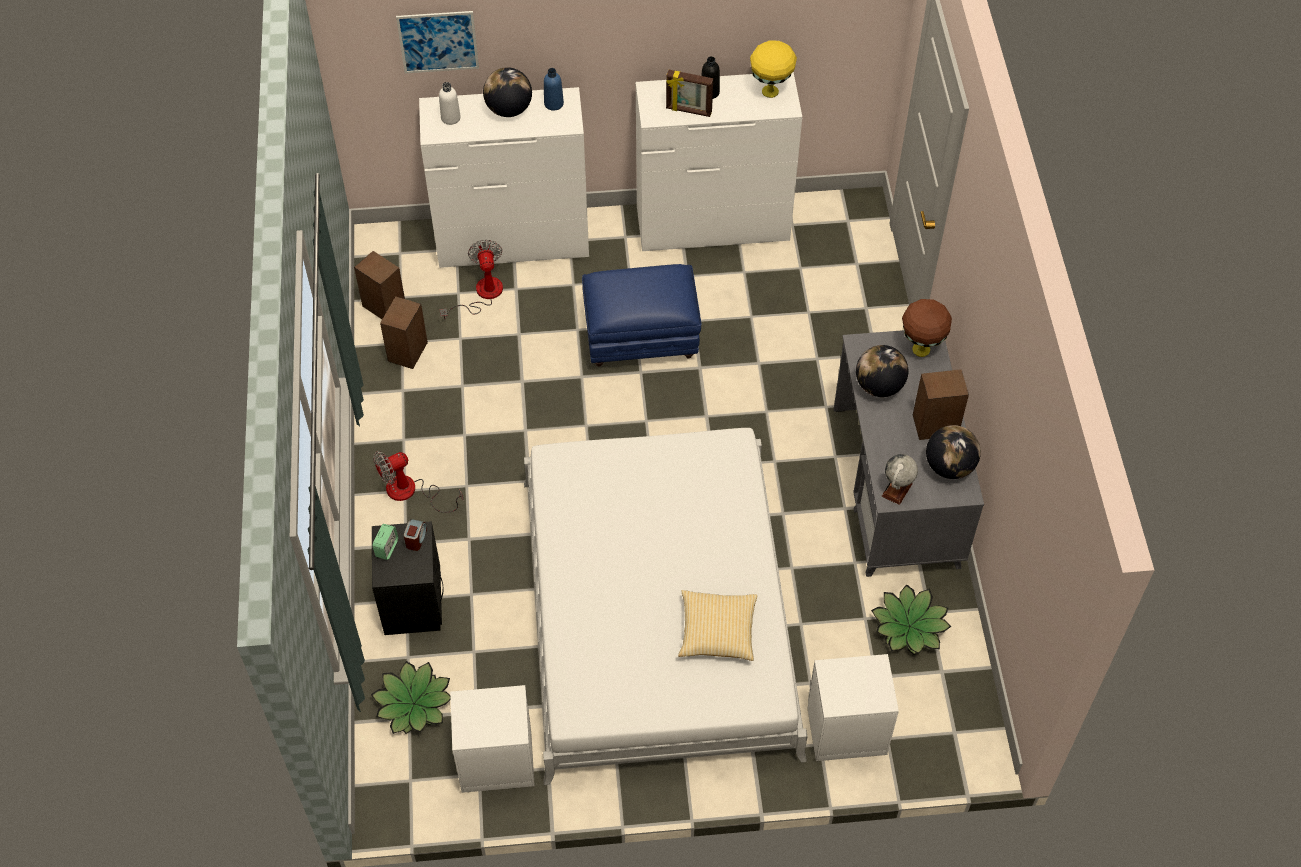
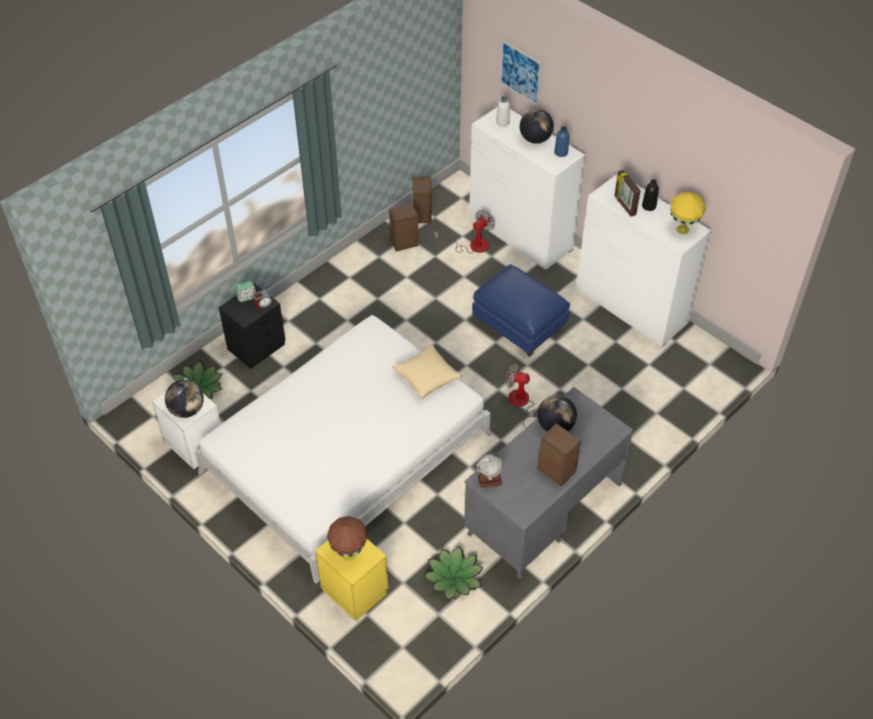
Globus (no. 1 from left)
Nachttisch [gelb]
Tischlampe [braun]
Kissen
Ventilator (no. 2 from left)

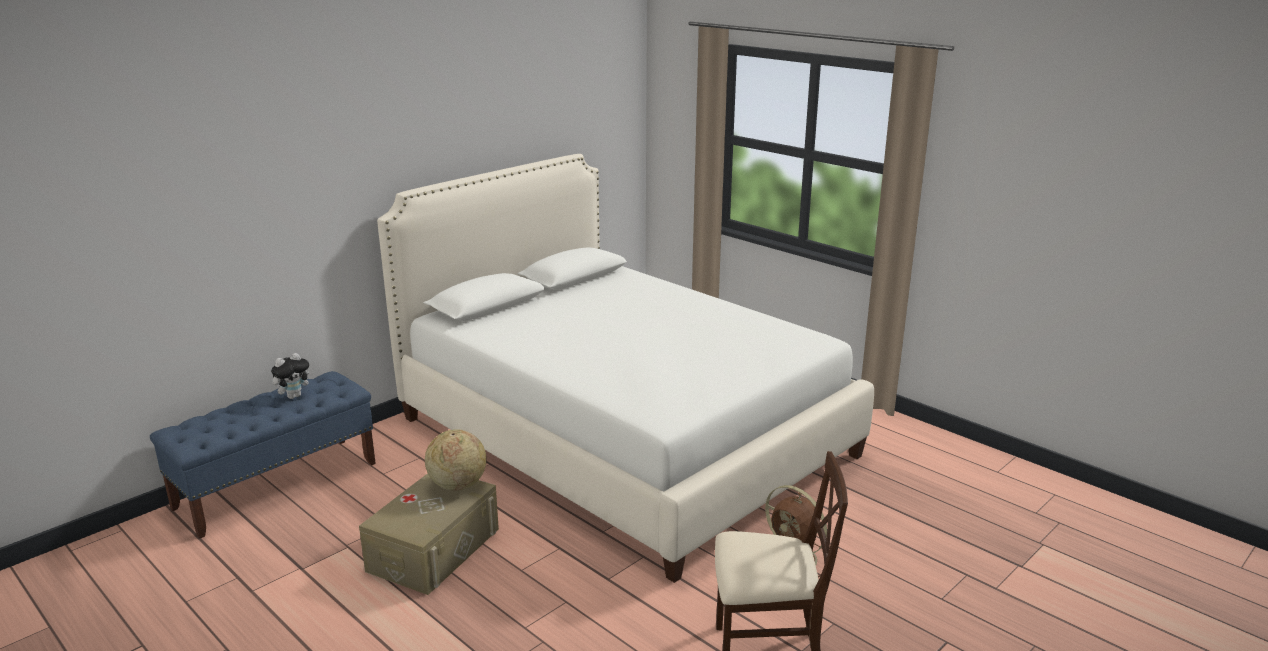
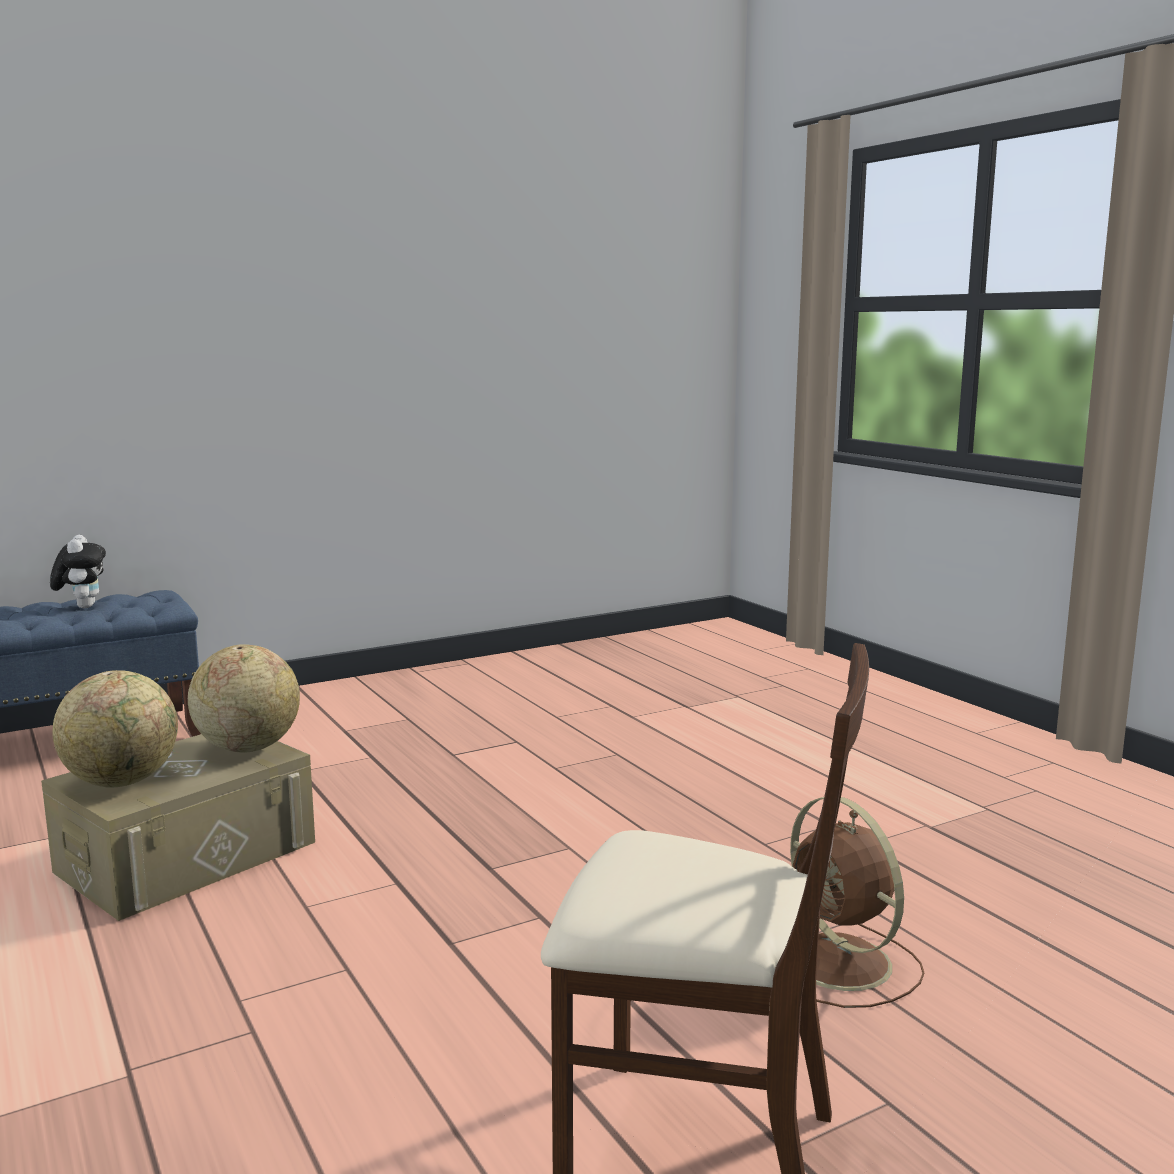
Plüschtier
Globus (no. 1 from left)
Bett [weiß]

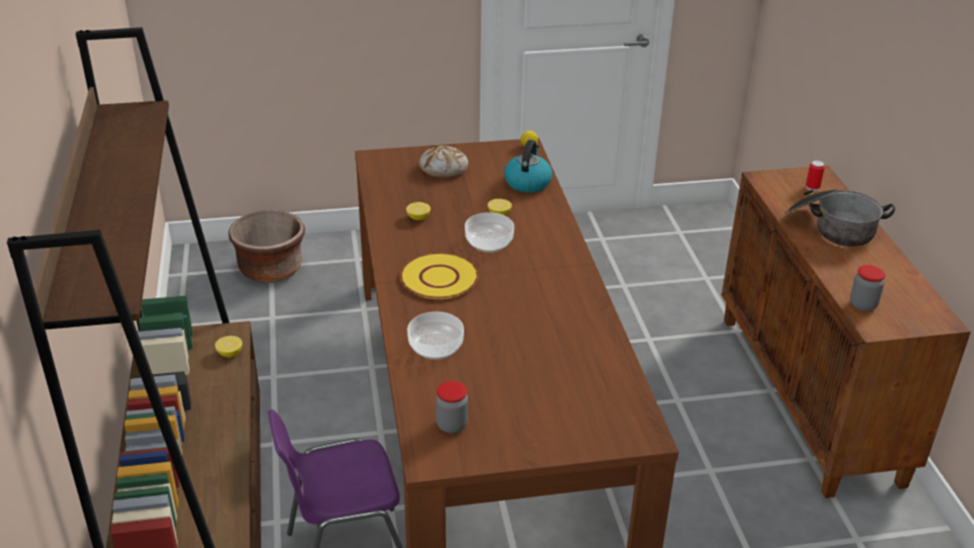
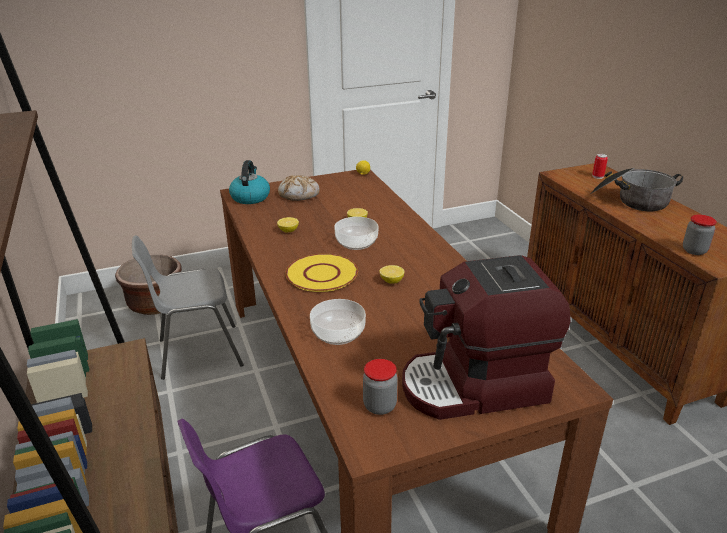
Stuhl [grau]
Wasserkessel
Zitrone (no. 4 from left)
Kaffeemaschine

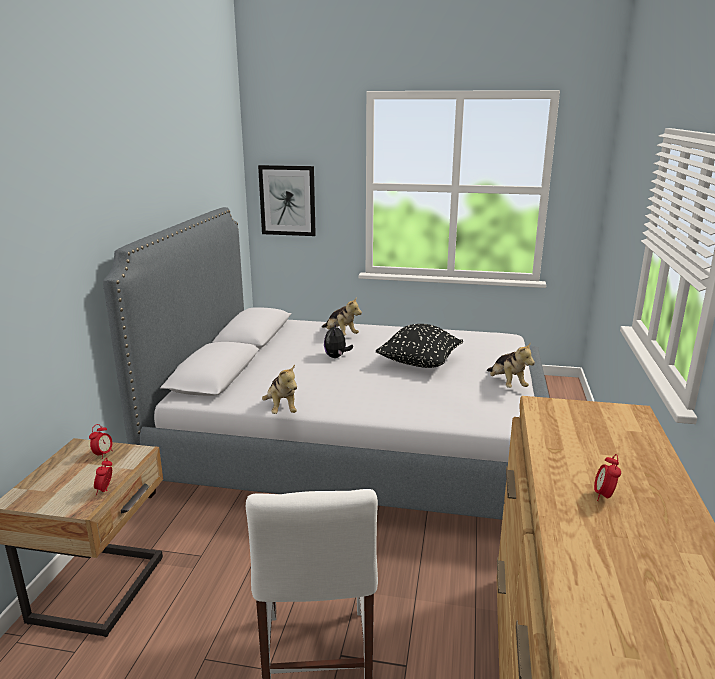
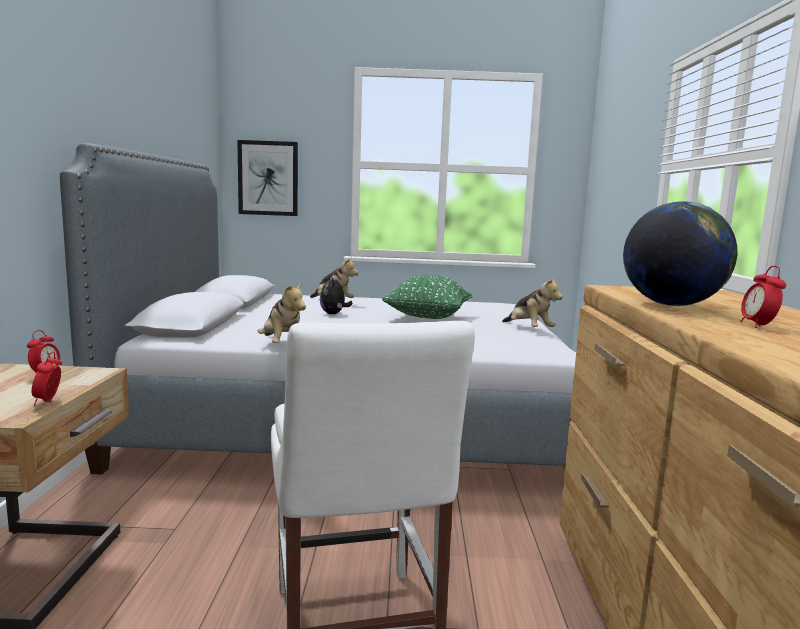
Kissen [grün]
Globus

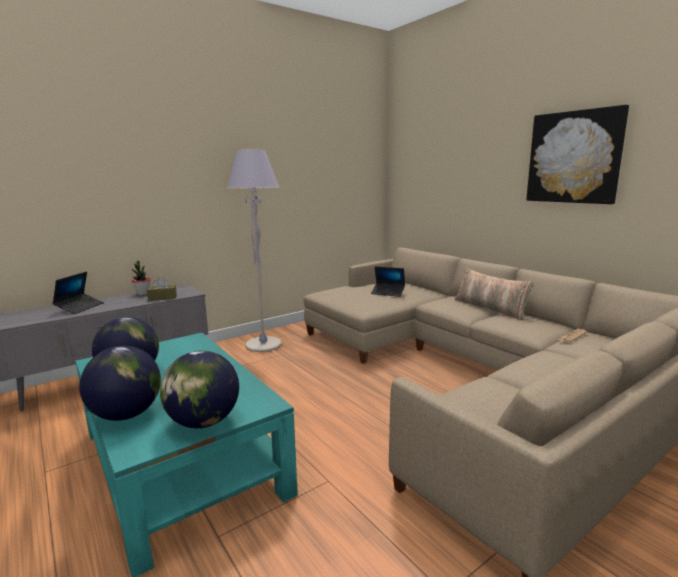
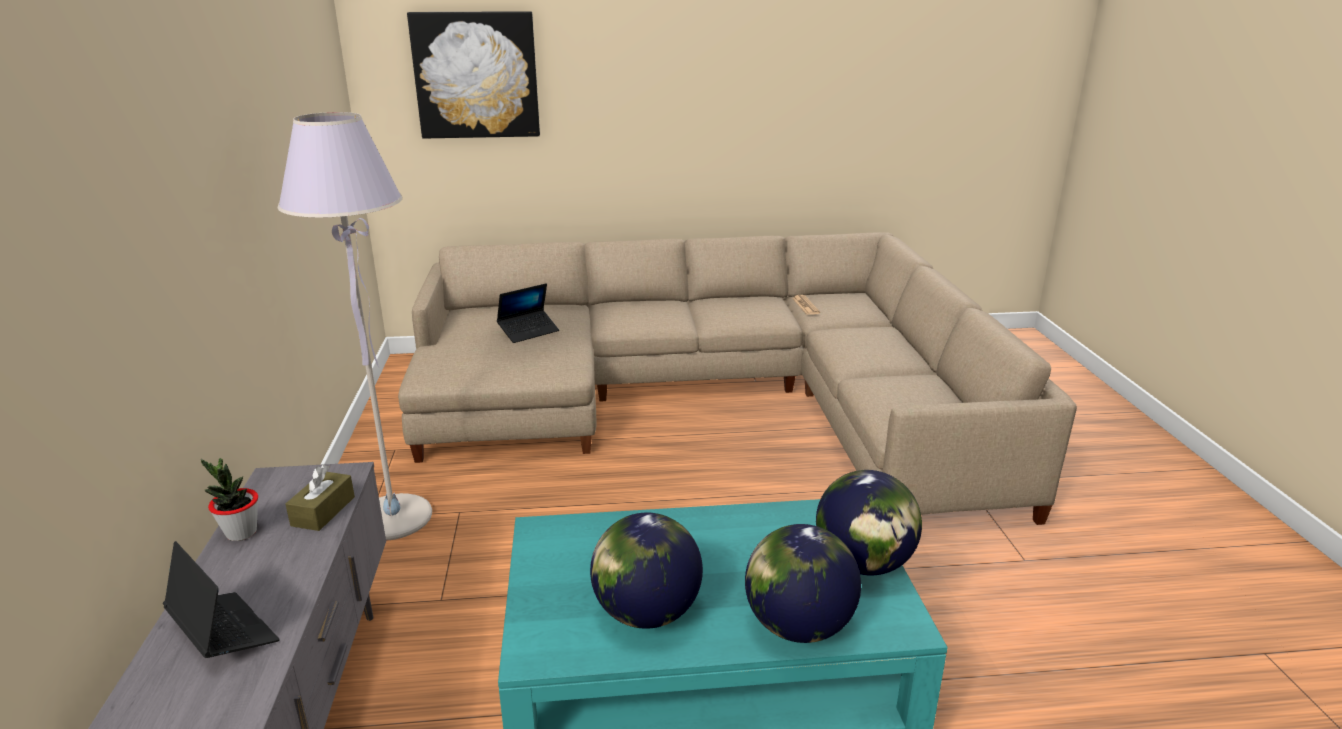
Bild
Kissen

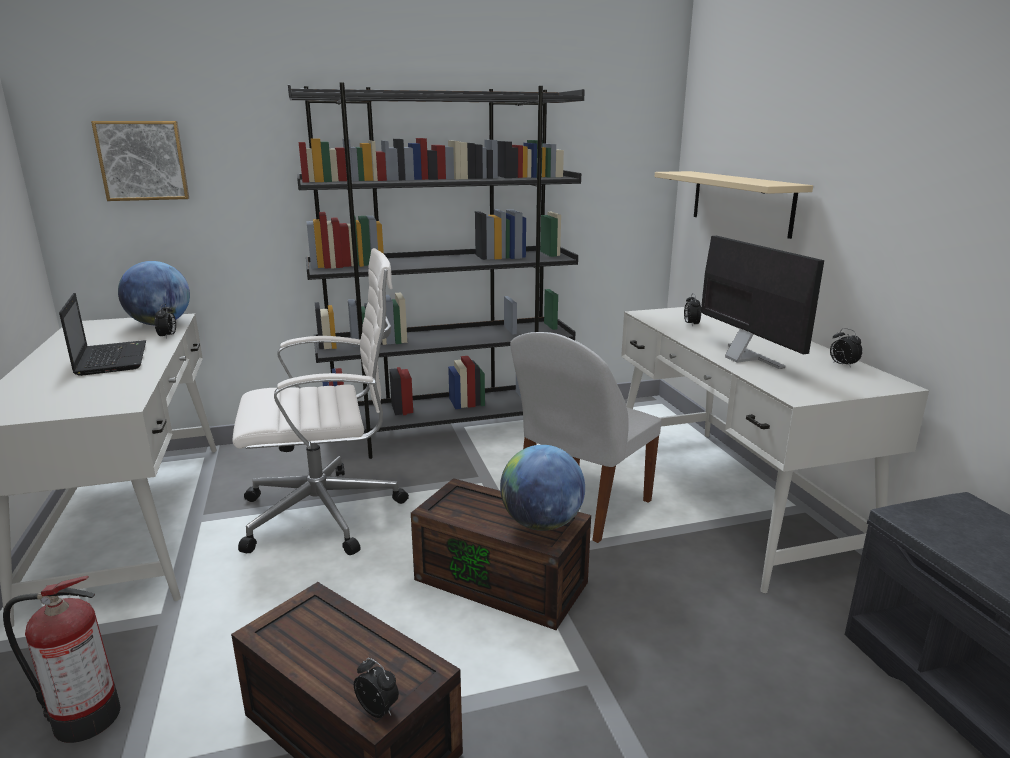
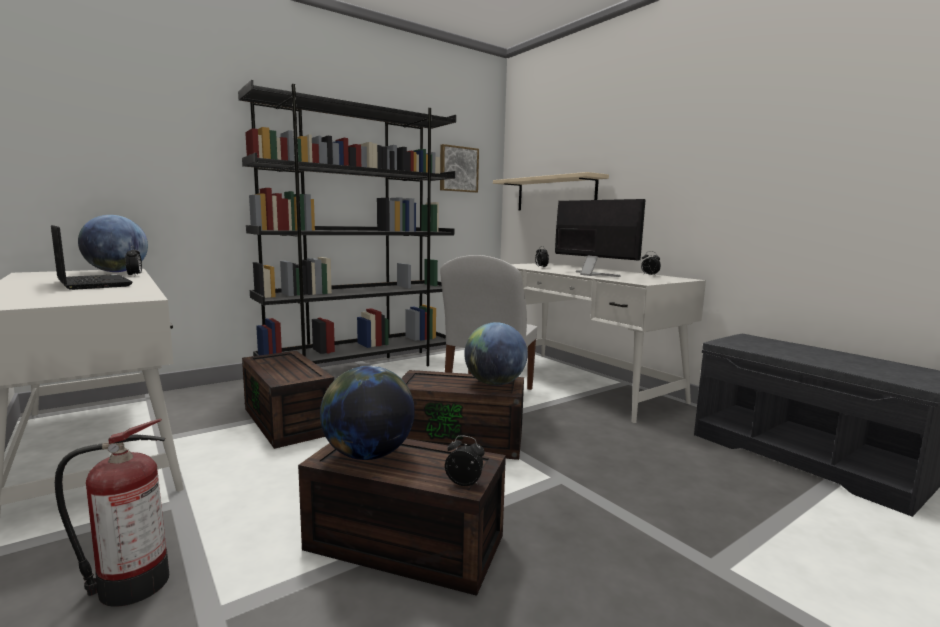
Aufbewahrungsbox [braun] (no. 1 from left)
Globus (no. 2 from left)
Bild

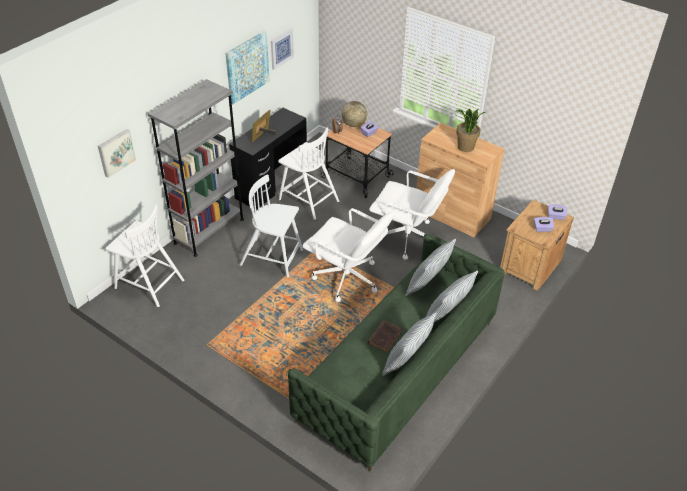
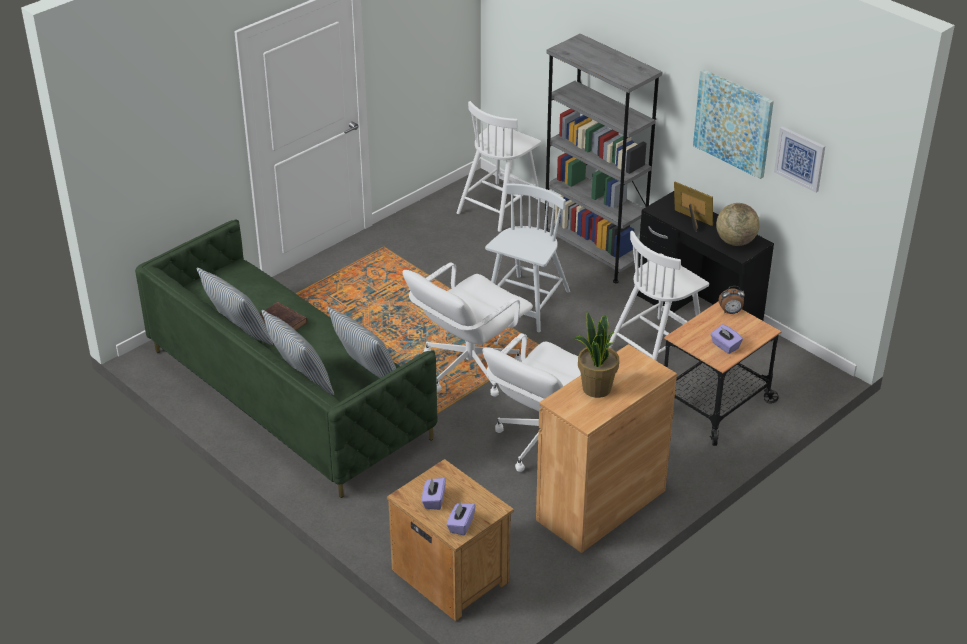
Globus
Bild (no. 1 from left in the first image)

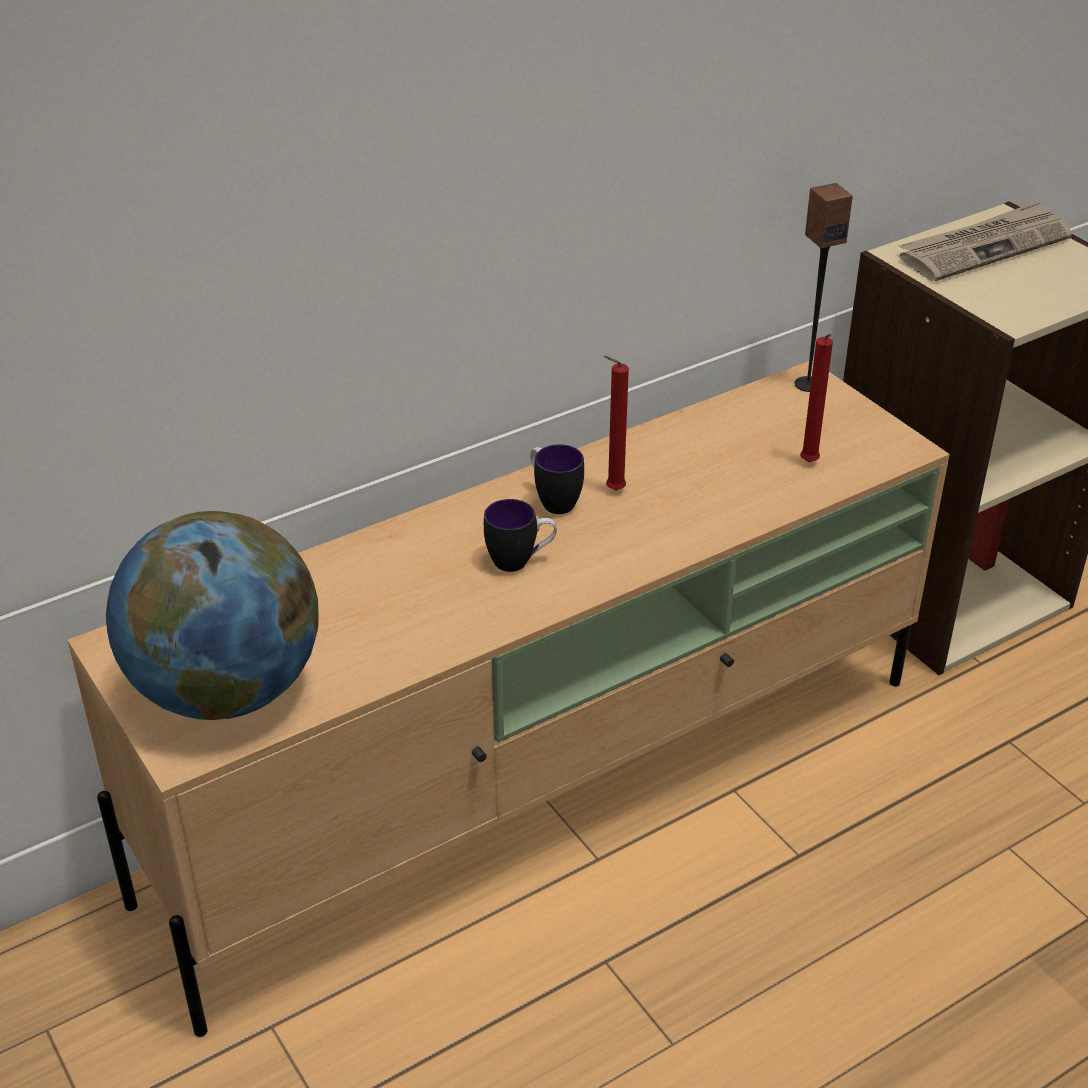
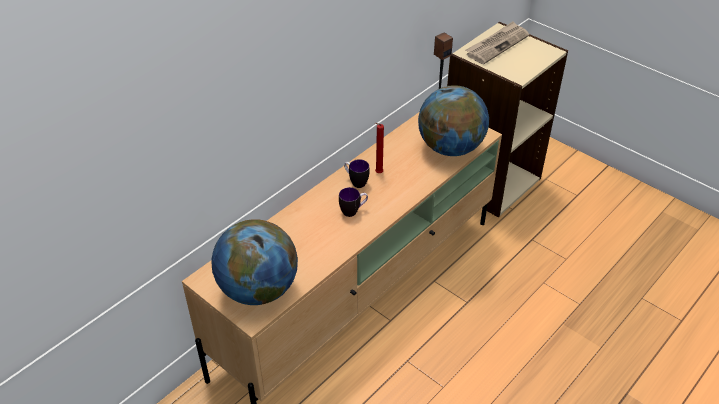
Globus (no. 2 from left)

